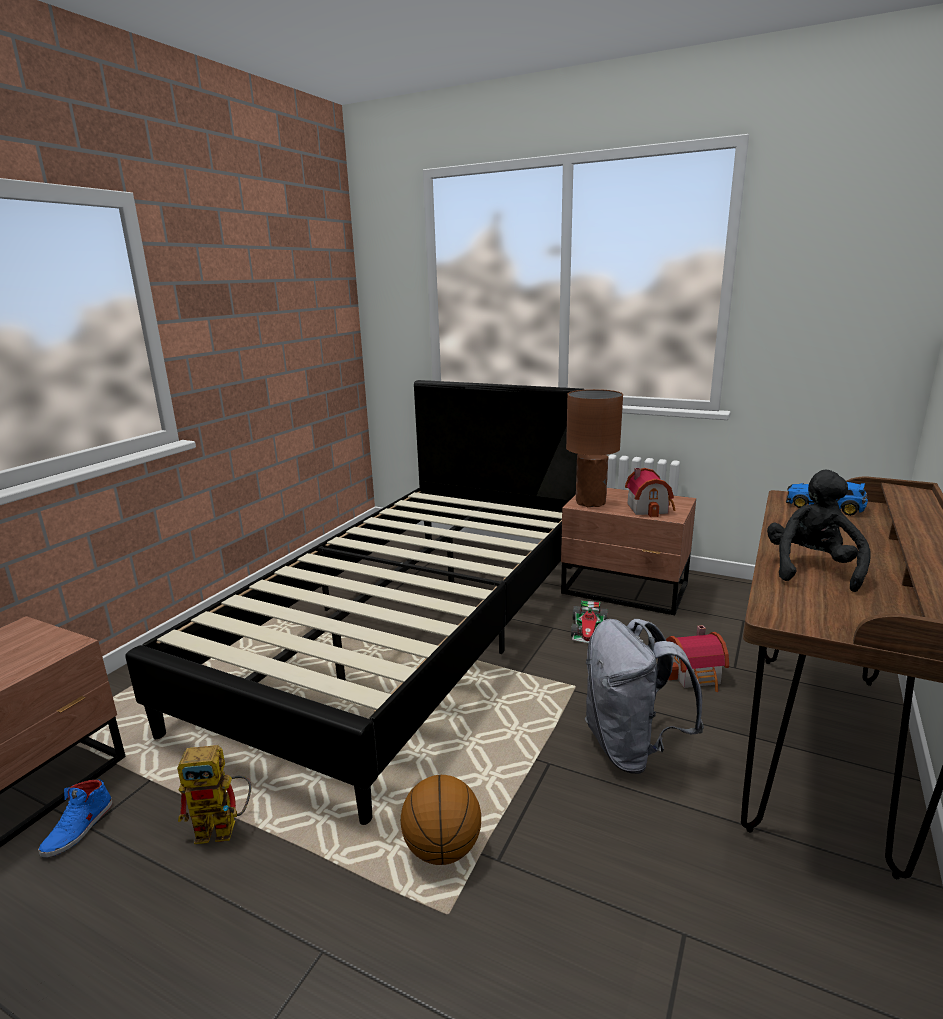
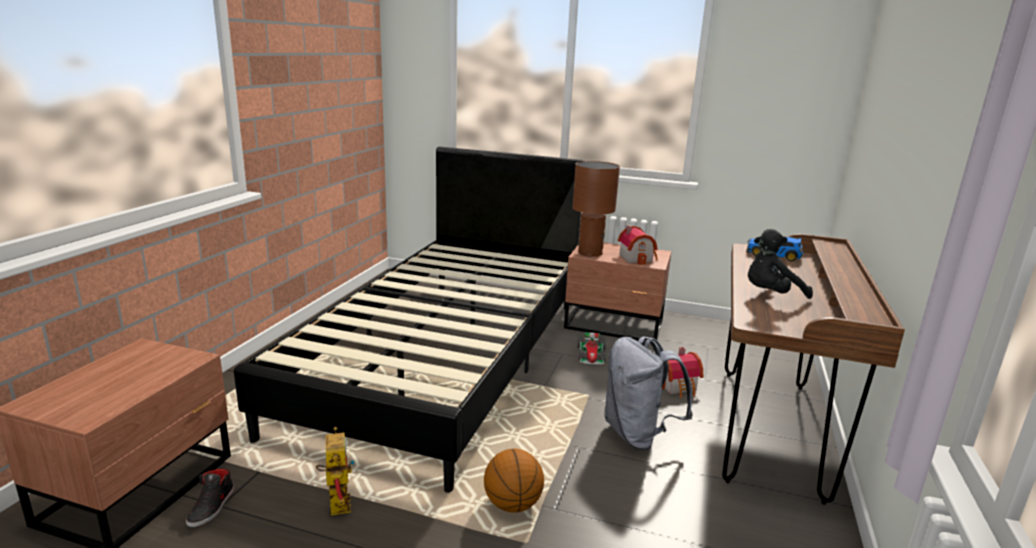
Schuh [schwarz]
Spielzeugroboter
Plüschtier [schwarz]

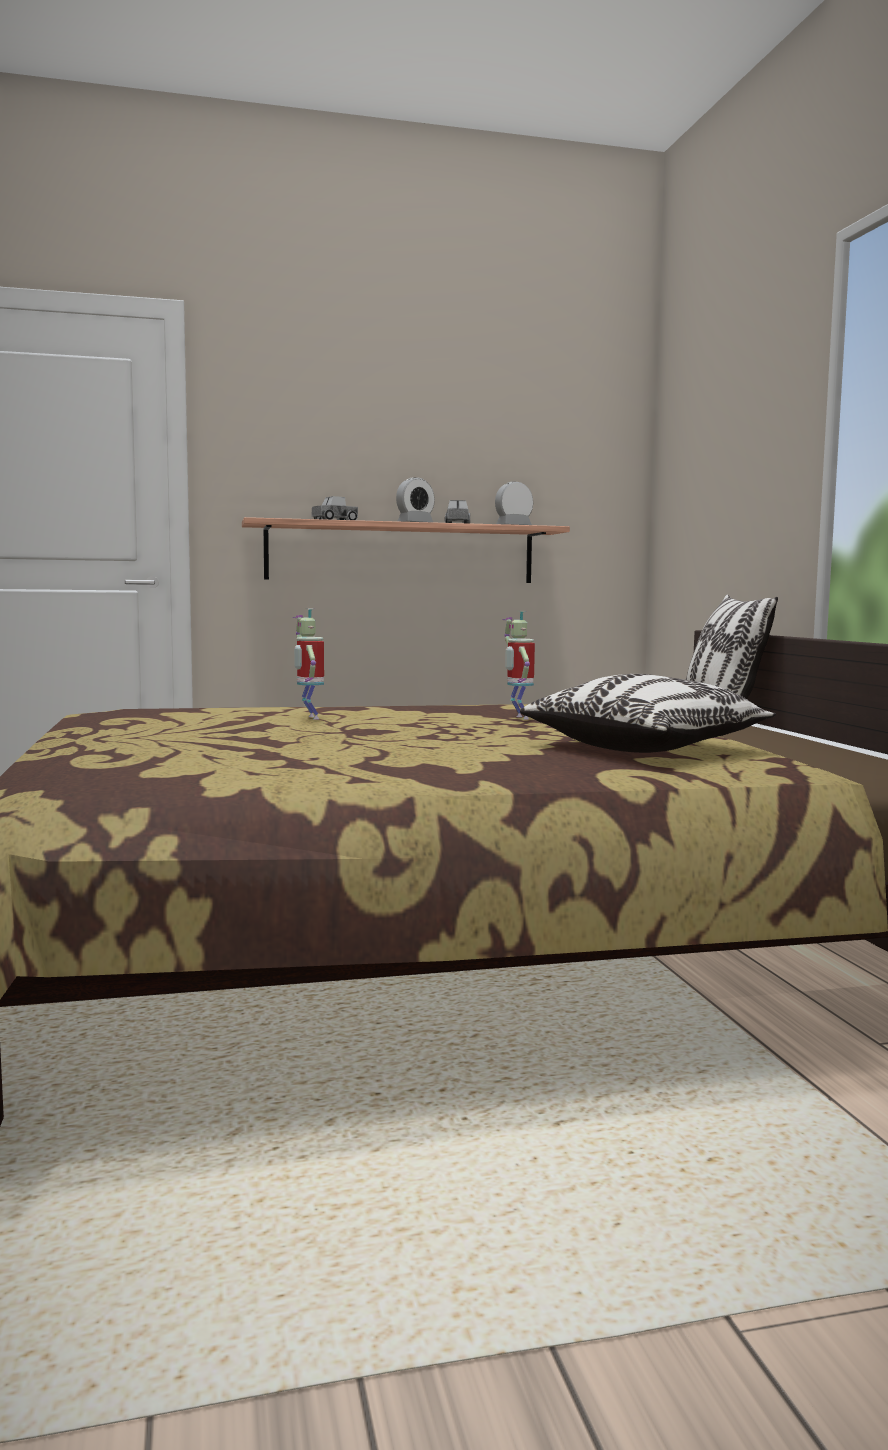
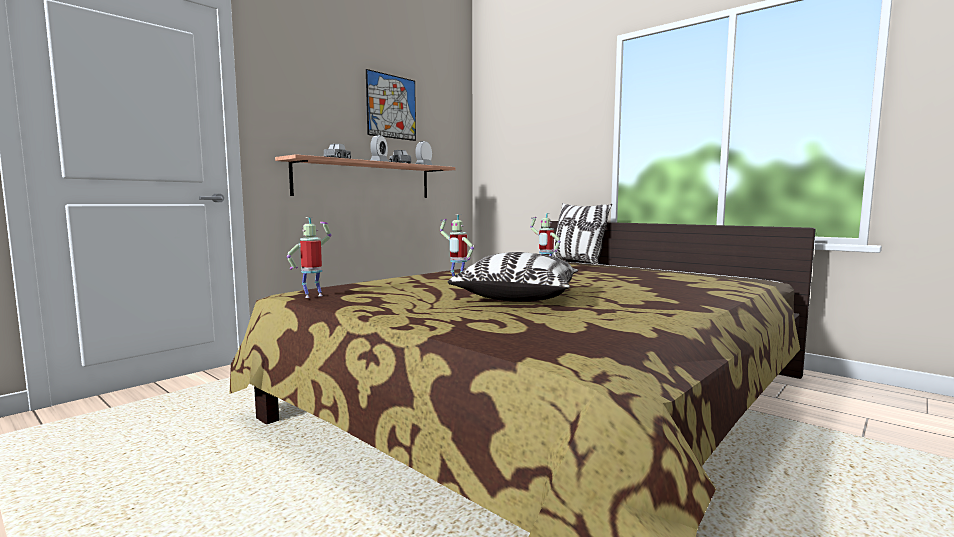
Spielzeugroboter (no. 1 from left)
Bild
Kissen (no. 1 from left)

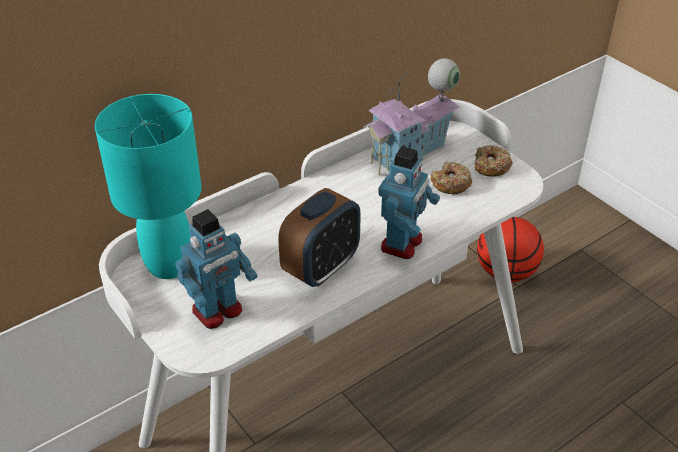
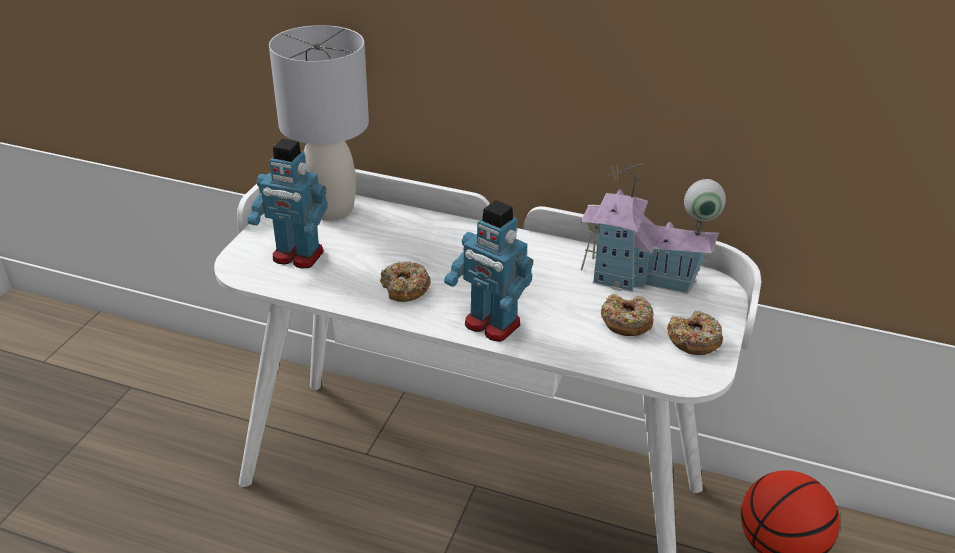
Tischlampe [grau]
Donut (no. 1 from left)
Spielzeugroboter (no. 2 from left)

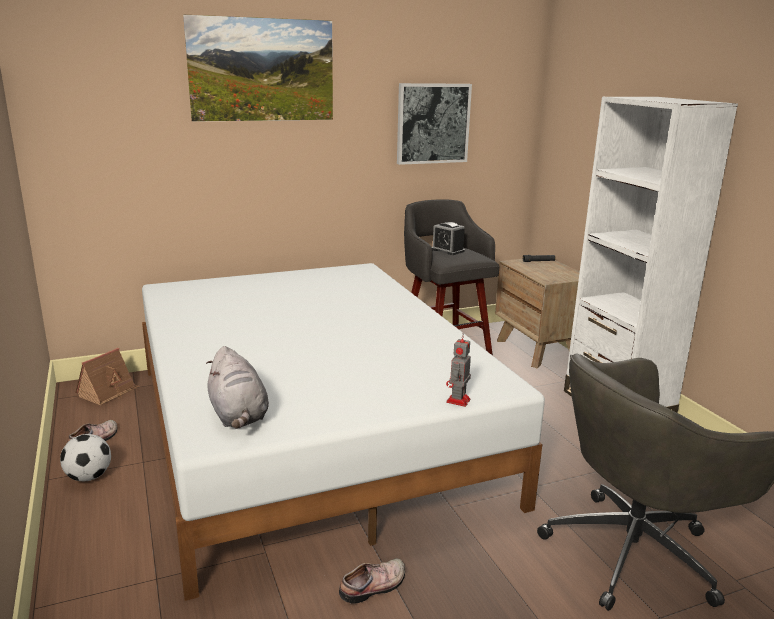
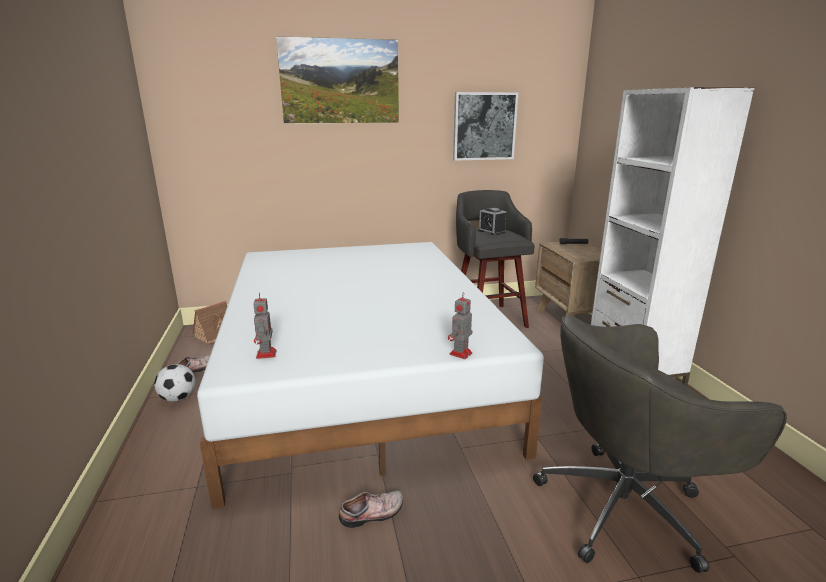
Spielzeugroboter (no. 1 from left)

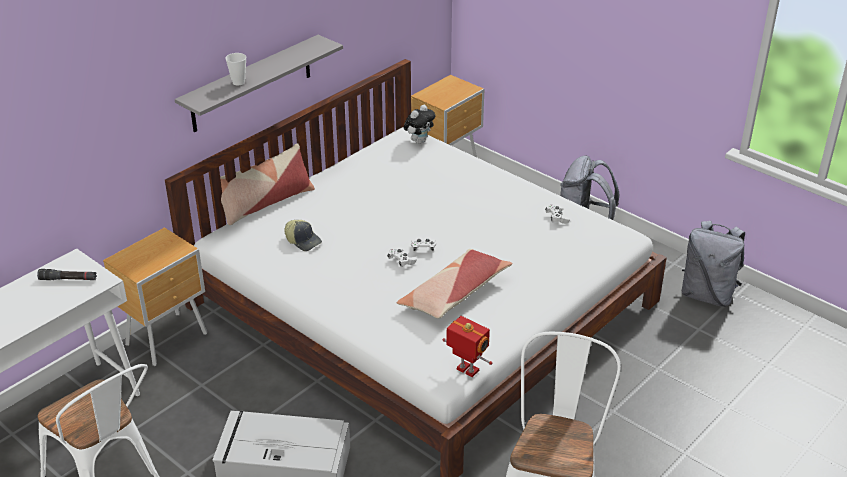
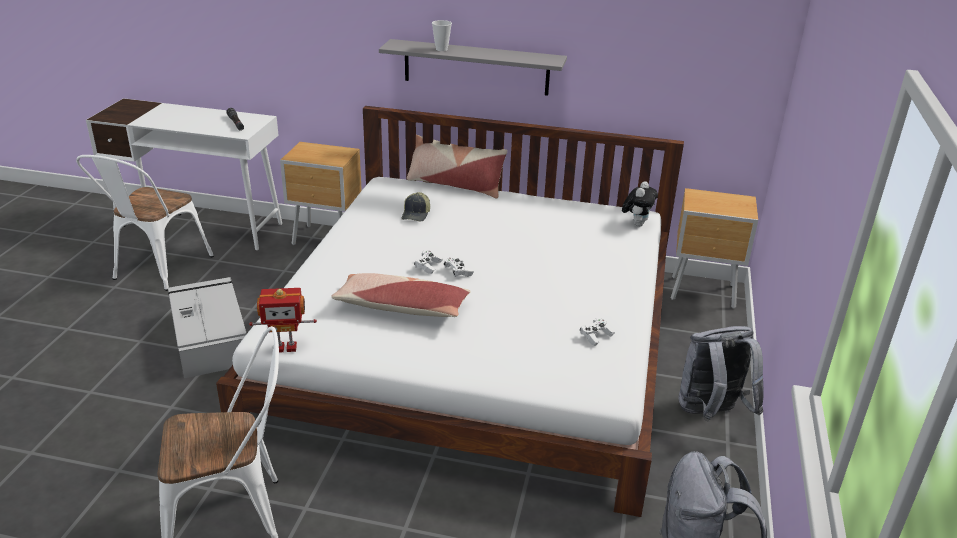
Spielzeugroboter
Plüschtier

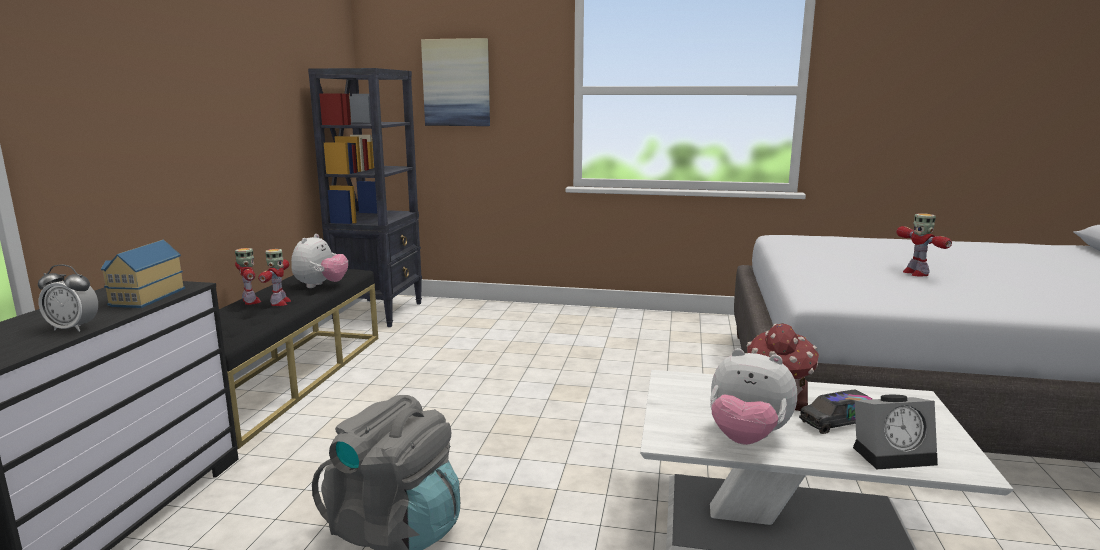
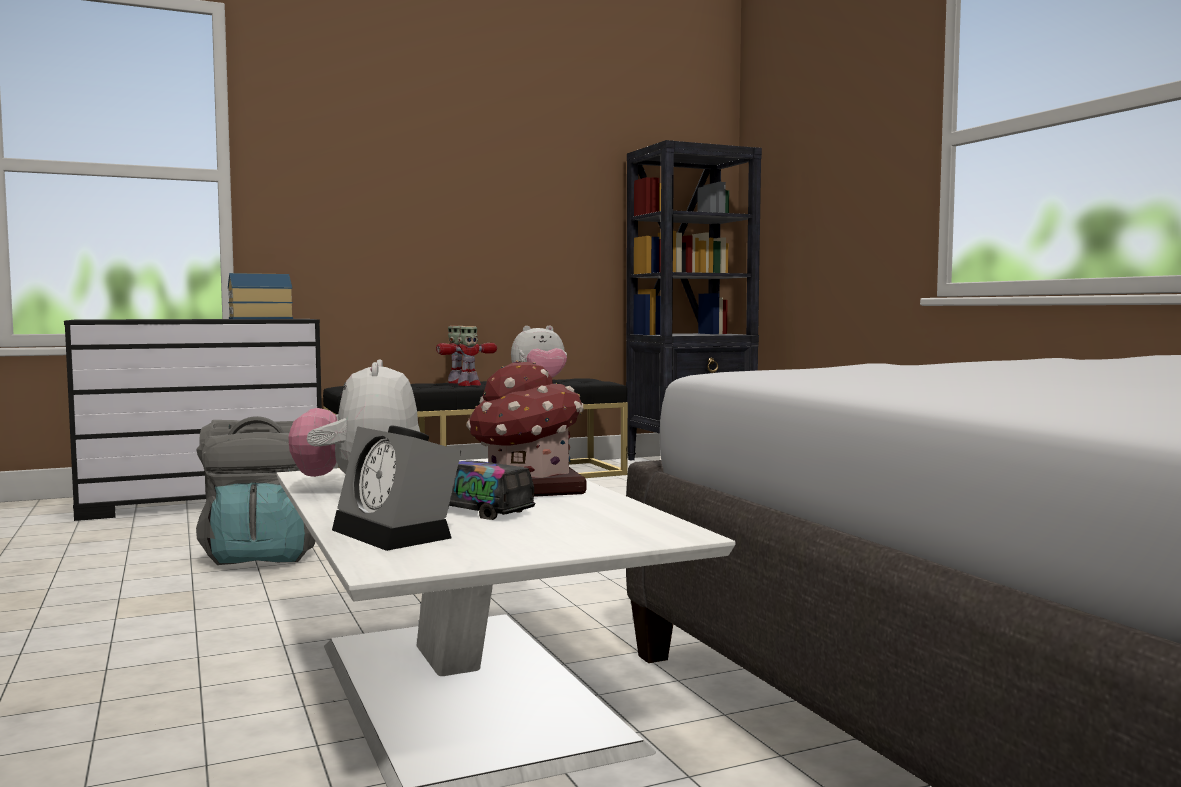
Wecker (no. 1 from left in the first image)
Bild
Spielzeugroboter (no. 3 from left in the first image)

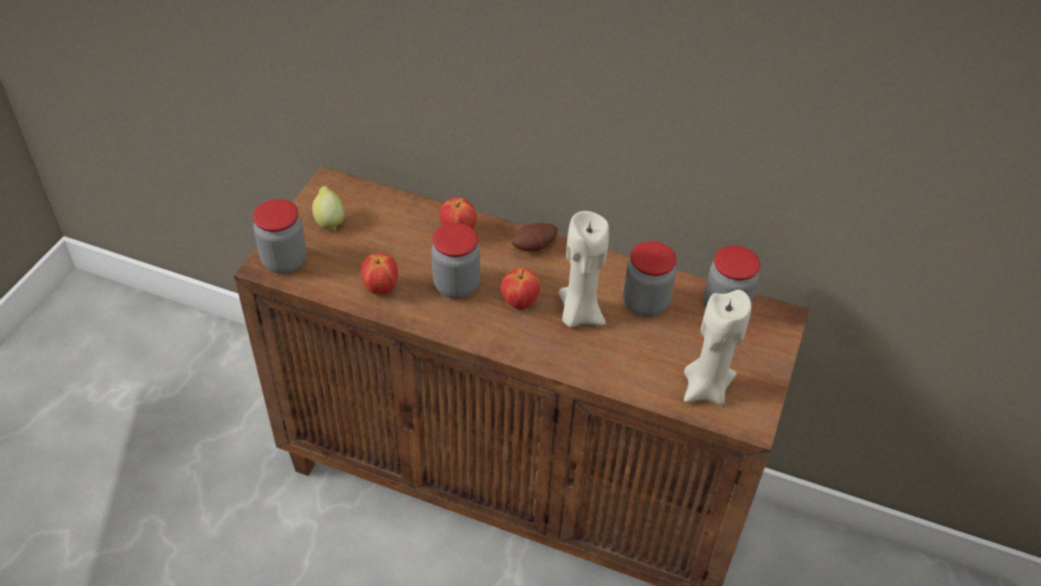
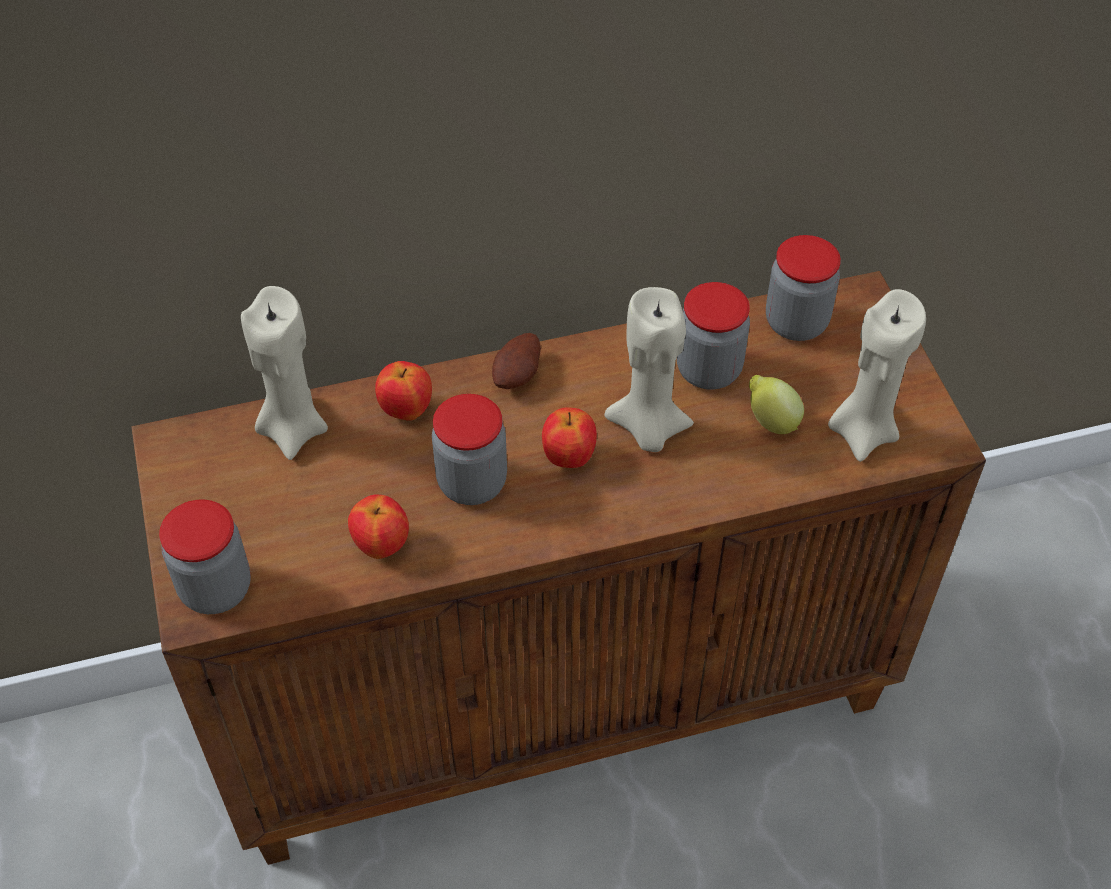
Kerze [beige] (no. 1 from left)
Zitrone

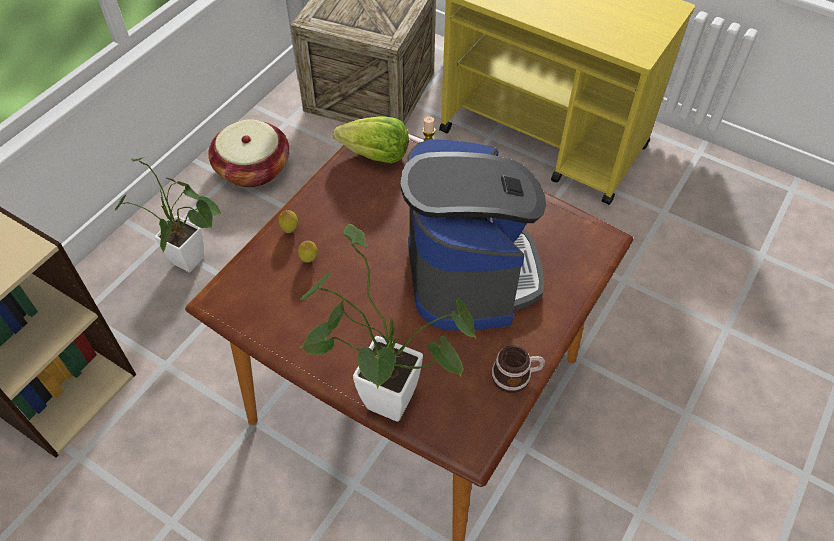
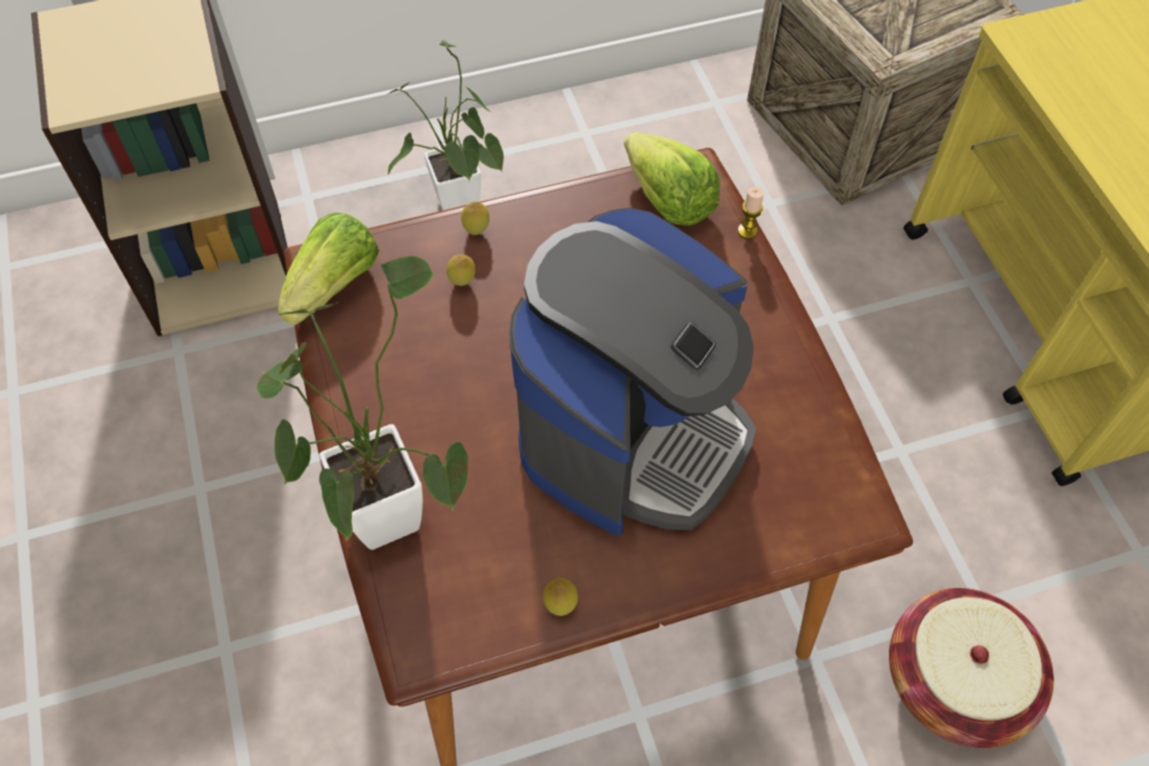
Salatkopf (no. 1 from left)
Zitrone (no. 3 from left)
Korb

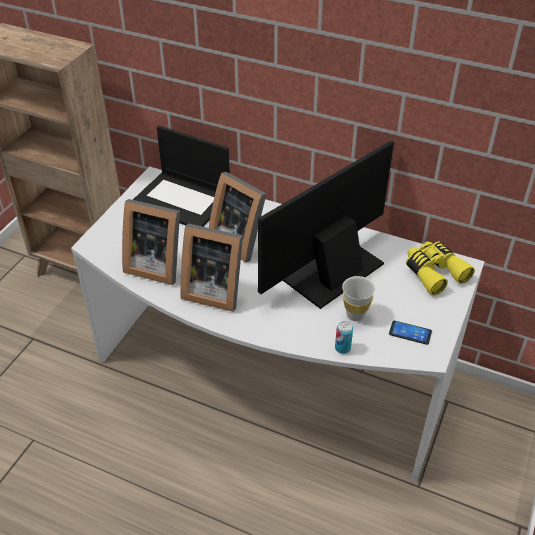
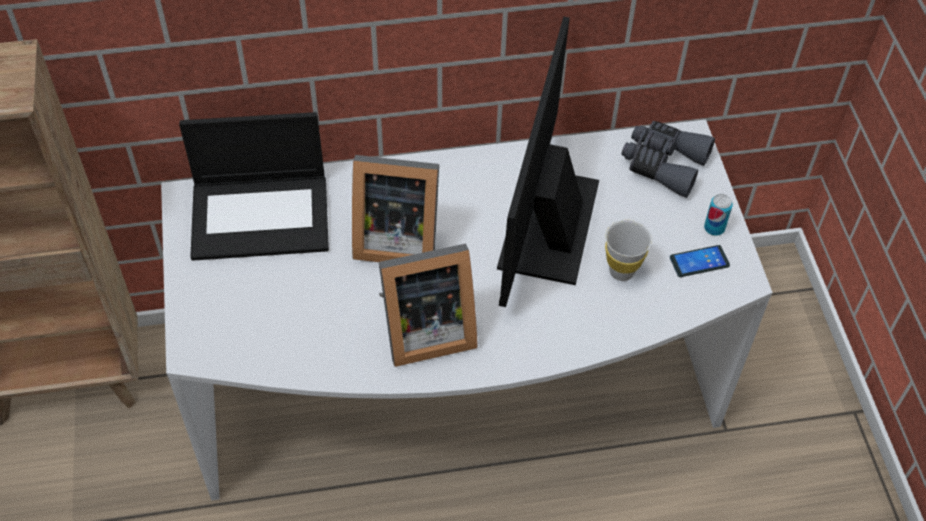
Fernglas [grau]
Dose
Bilderrahmen (no. 1 from left in the first image)

